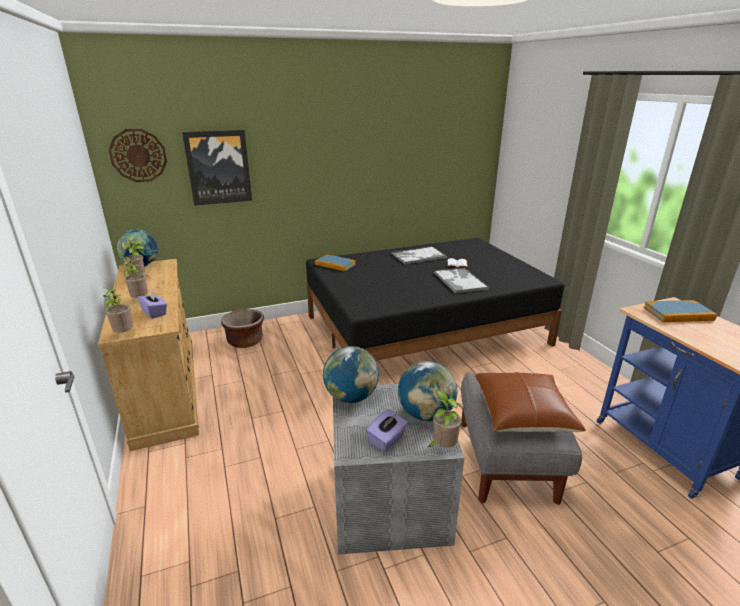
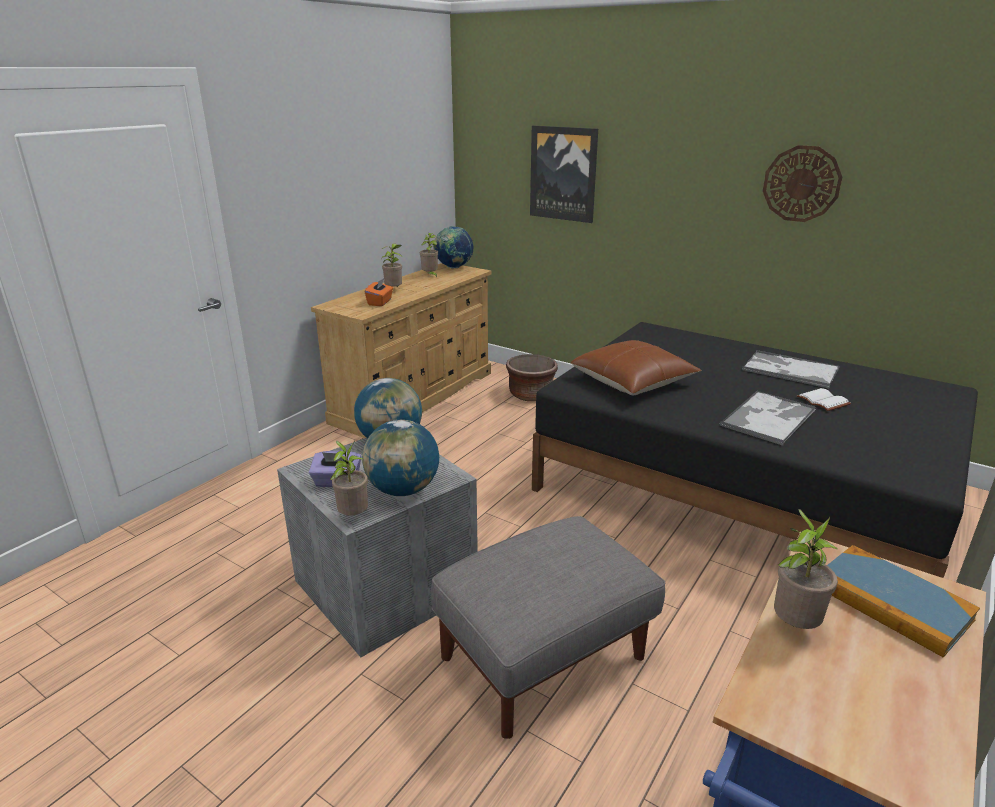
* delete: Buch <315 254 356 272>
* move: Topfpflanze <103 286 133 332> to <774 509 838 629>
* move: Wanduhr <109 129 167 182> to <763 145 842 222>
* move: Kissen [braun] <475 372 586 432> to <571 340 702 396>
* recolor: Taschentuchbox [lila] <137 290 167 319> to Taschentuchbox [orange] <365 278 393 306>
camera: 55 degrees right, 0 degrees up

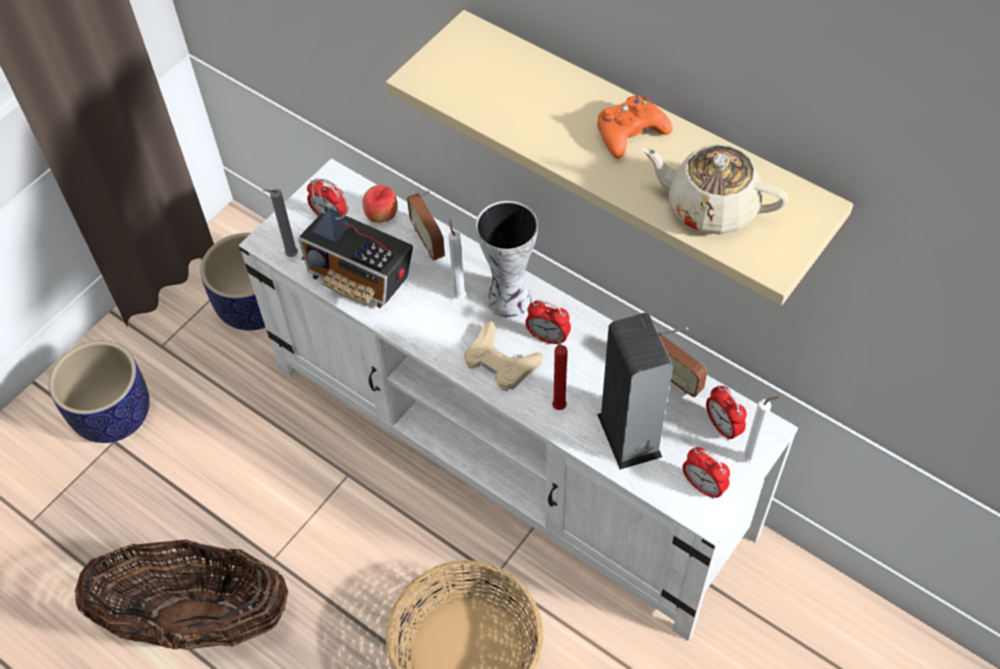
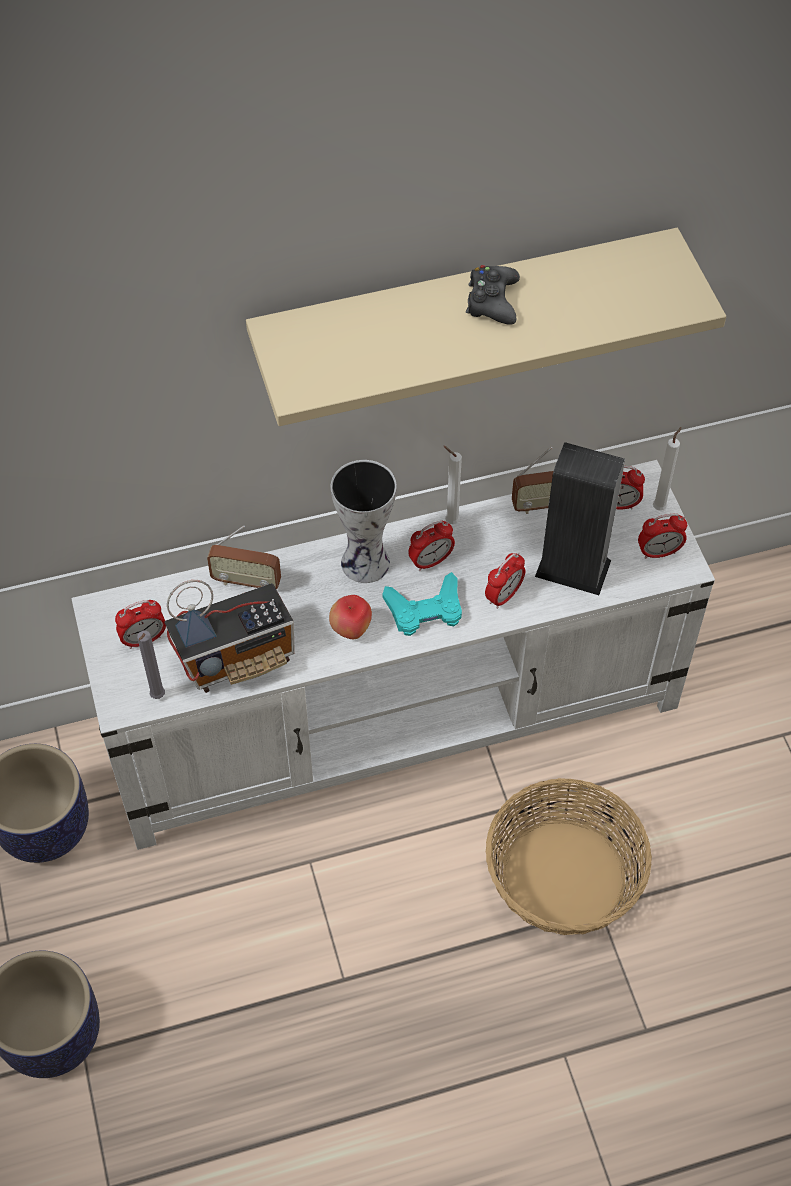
* delete: Korb <75 539 288 650>
* delete: Teekanne [beige] <642 144 788 234>
* move: Apfel <362 185 397 223> to <329 595 372 639>
* move: Kerze [weiß] <448 219 466 299> to <444 446 462 524>
* replace: Kerze [rot] <552 332 567 410> to Wecker <485 553 525 609>
* recolor: Gamepad [beige] <464 321 542 391> to Gamepad [türkis] <383 572 462 636>
* recolor: Gamepad [orange] <597 95 672 159> to Gamepad [schwarz] <466 265 520 325>
camera: 55 degrees left, 0 degrees up

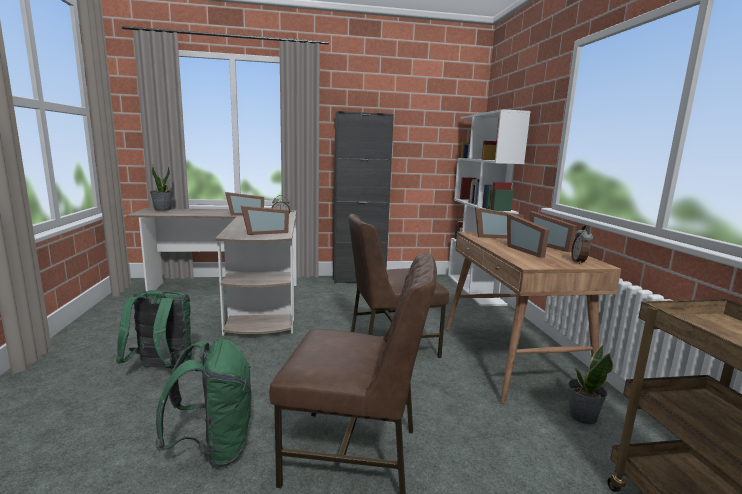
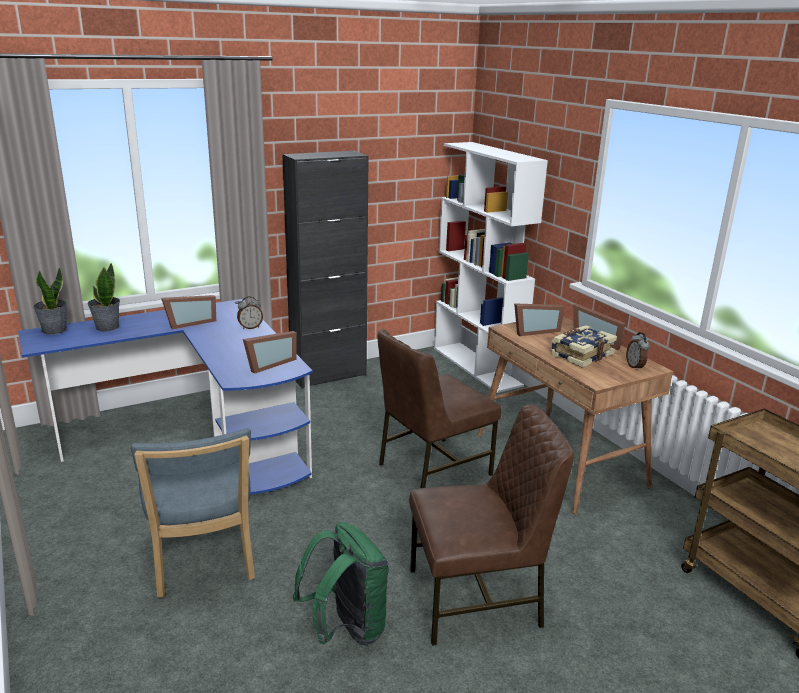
* move: Topfpflanze <568 345 613 424> to <87 263 120 331>
* replace: Rucksack [grün] <116 290 192 368> to Stuhl [blau] <131 428 255 597>
* replace: Bilderrahmen <507 213 550 258> to Buch <550 325 617 368>
* recolor: Schreibtisch [braun] <126 208 297 336> to Schreibtisch [blau] <18 299 313 494>
camera: 20 degrees left, 10 degrees up

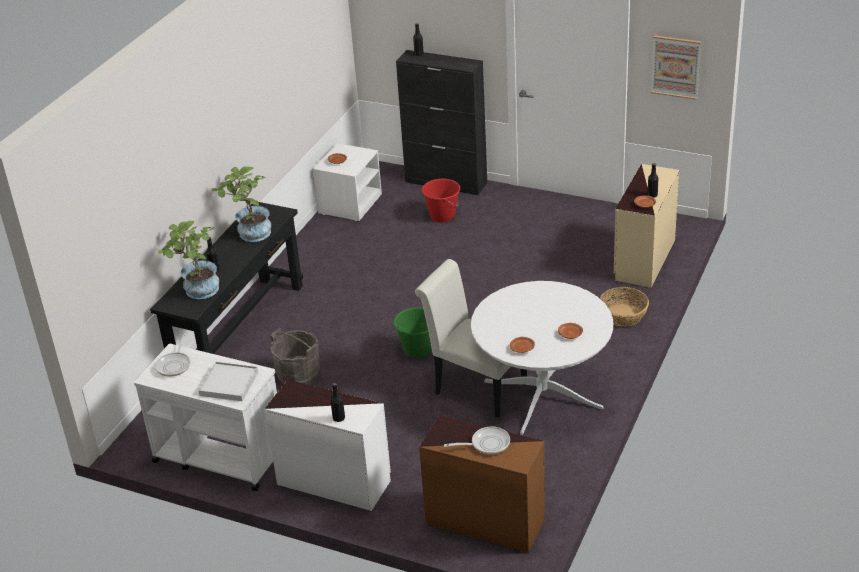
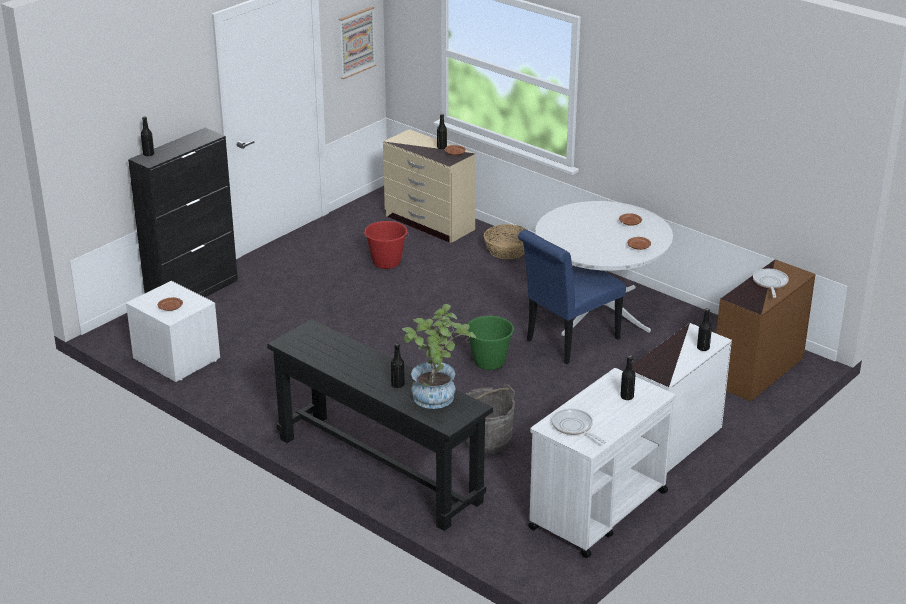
* delete: Topfpflanze <211 166 271 242>
* move: Eimer [rot] <422 179 460 222> to <364 221 409 269>
* replace: Tablett [weiß] <198 362 258 401> to Flasche [schwarz] <620 355 635 400>
* recolor: Stuhl [weiß] <415 259 527 418> to Stuhl [blau] <518 230 626 364>
* rotate: Pfanne <155 333 190 377> = <552 408 606 444> 150 degrees counterclockwise
camera: 75 degrees left, 5 degrees down

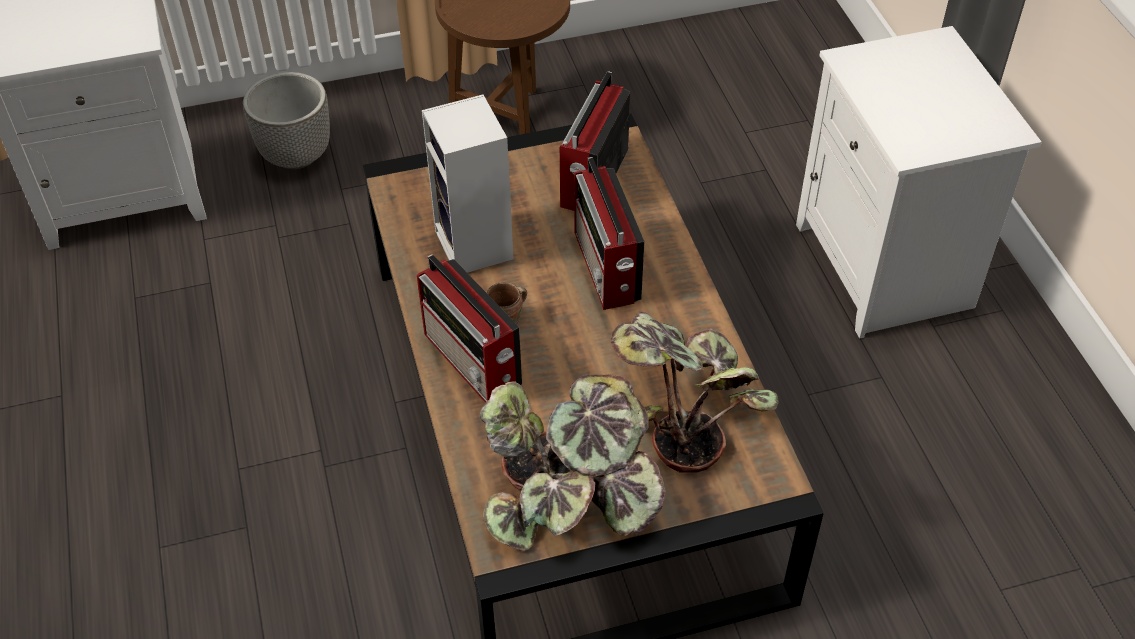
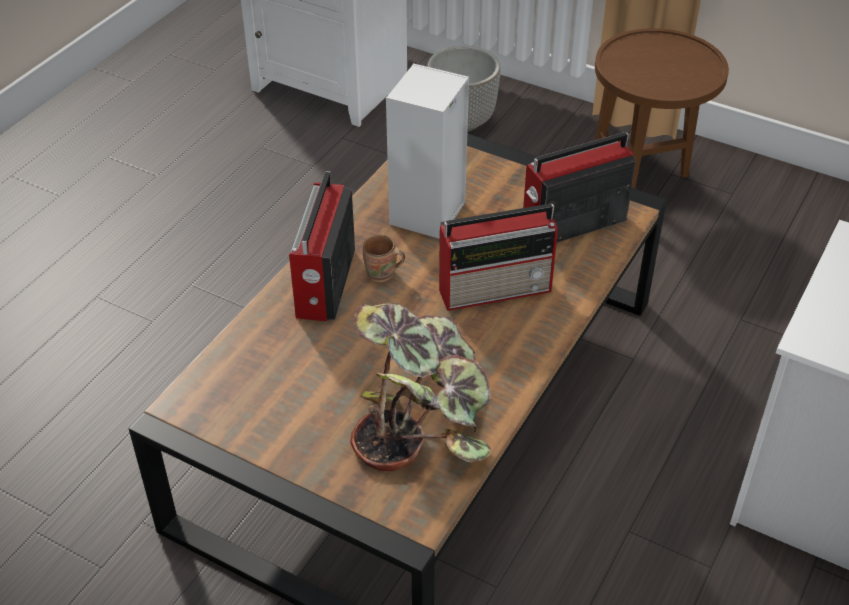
* delete: Topfpflanze <480 374 666 551>
* rotate: Radio <574 157 644 310> = <439 203 558 311> 135 degrees counterclockwise
camera: 45 degrees right, 5 degrees down

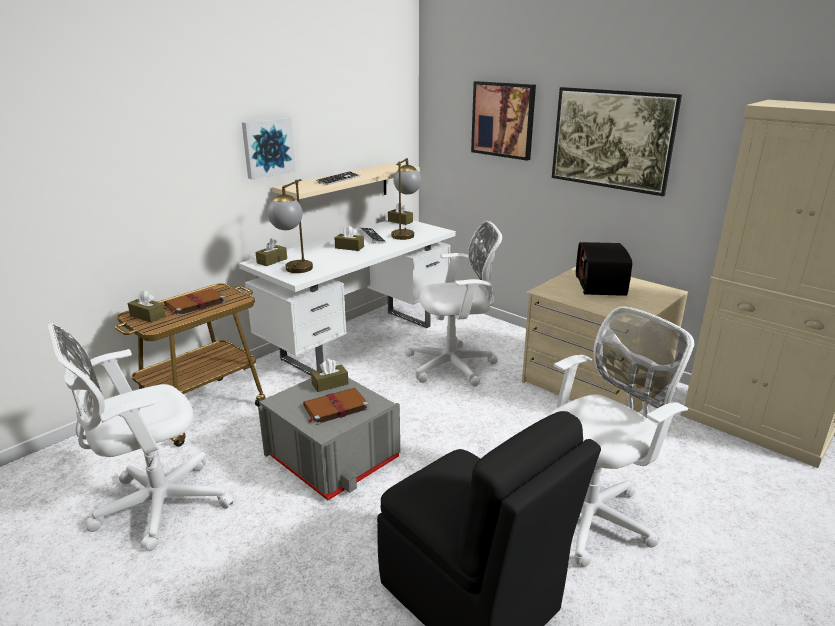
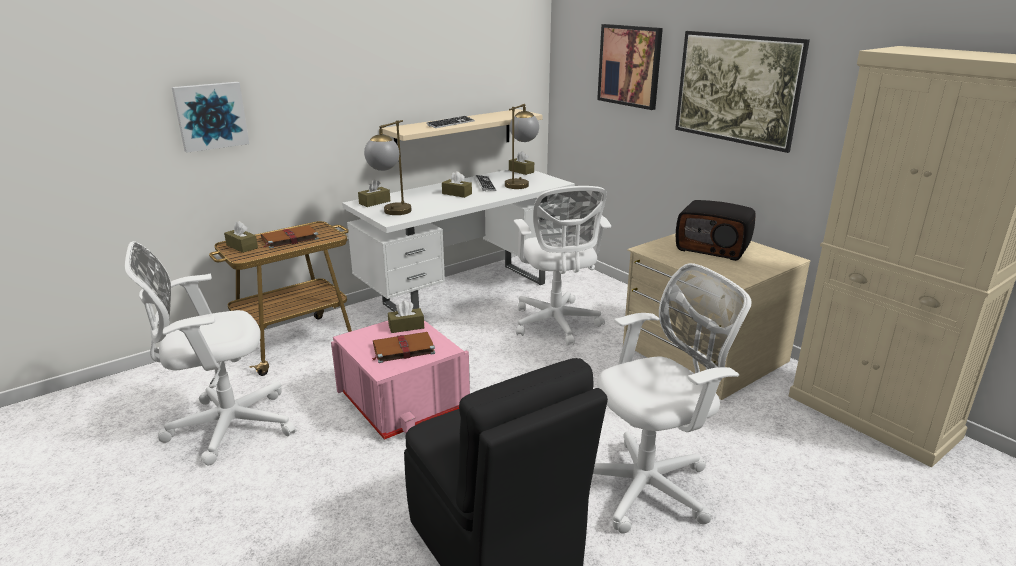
* move: Bild <242 117 296 179> to <172 82 249 153>
* recolor: Aufbewahrungsbox [grau] <258 378 400 500> to Aufbewahrungsbox [rosa] <331 320 470 440>
* rotate: Bürostuhl [weiß] <405 221 502 386> = <514 186 611 346> 75 degrees clockwise
* rotate: Radio <576 242 632 296> = <676 200 755 261> 75 degrees counterclockwise
camera: 10 degrees right, 0 degrees up

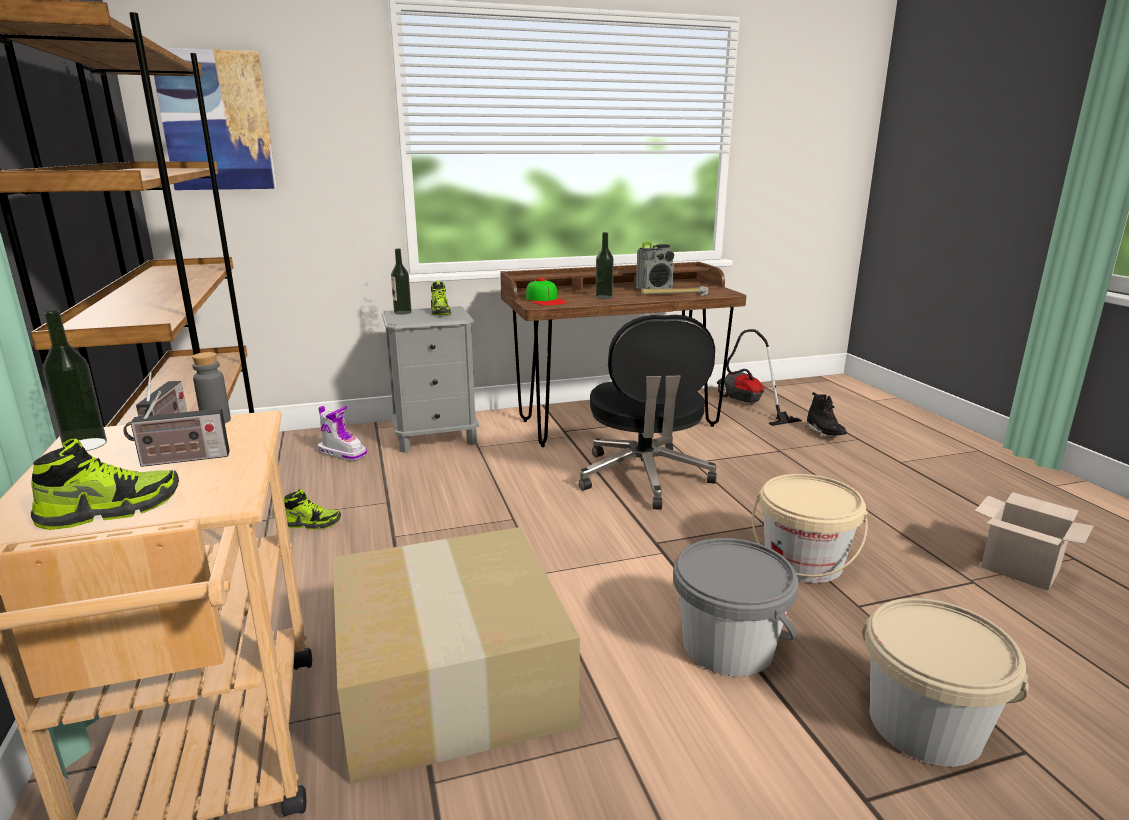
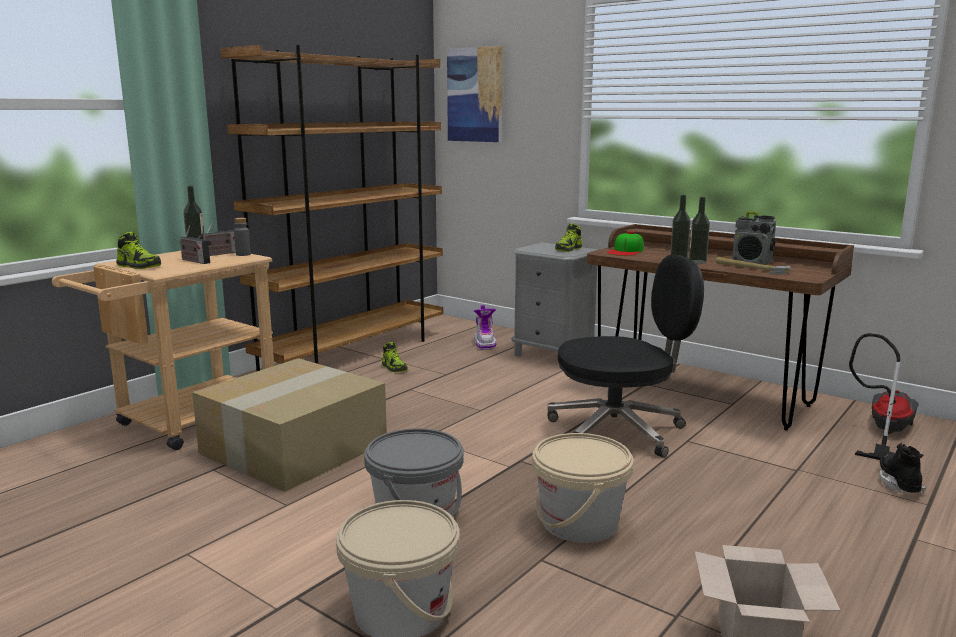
* move: Flasche <391 249 412 315> to <689 197 710 264>
* rotate: Bürostuhl [schwarz] <579 315 717 510> = <547 254 704 458> 150 degrees counterclockwise
* rotate: Stiefel [schwarz] <806 392 847 437> = <879 442 926 494> 150 degrees clockwise
camera: 55 degrees right, 5 degrees down

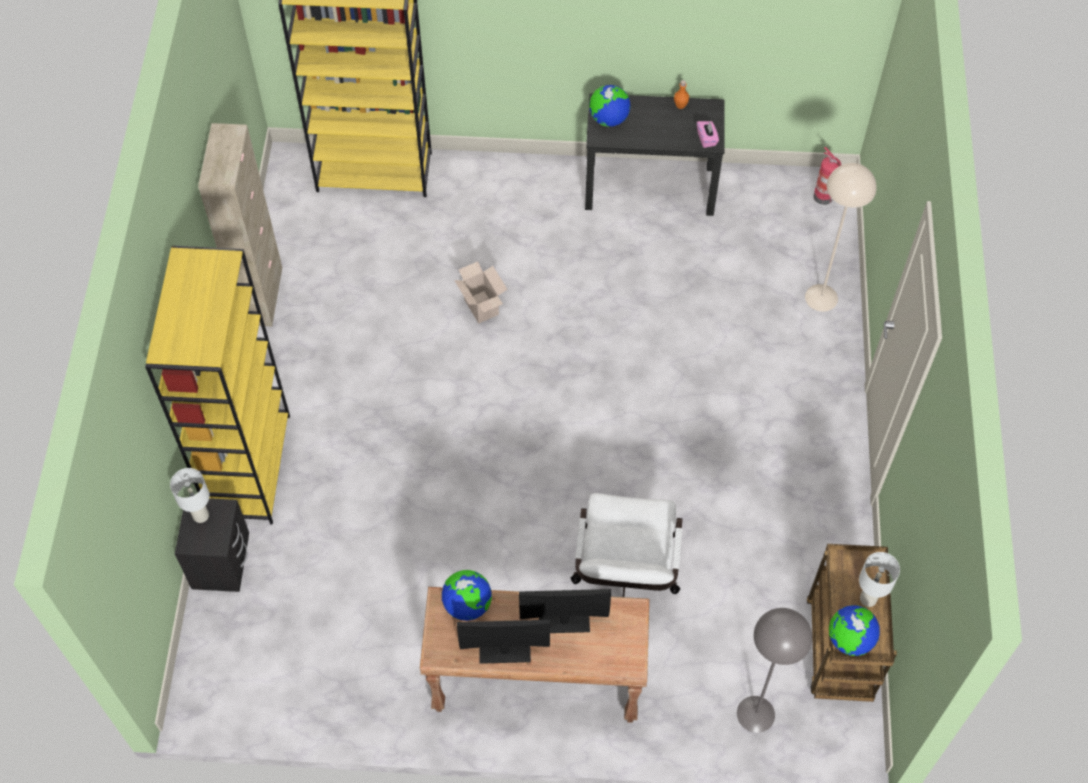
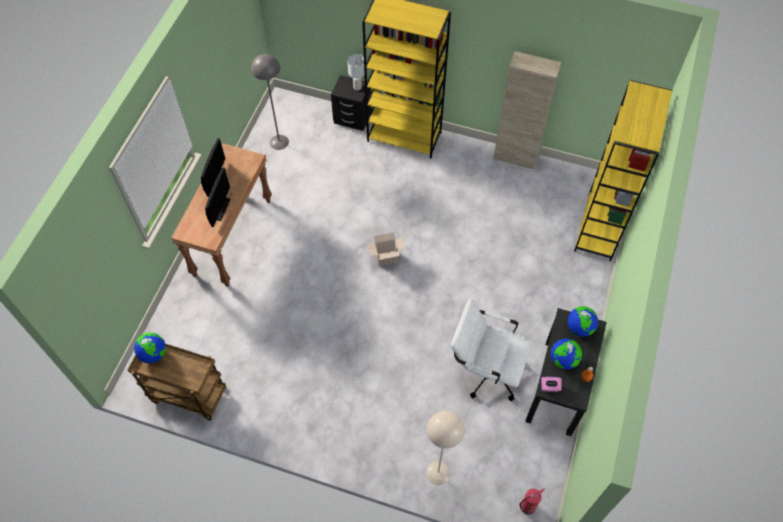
* delete: Tischlampe [weiß] <859 552 900 607>
* move: Globus <442 570 492 621> to <551 339 582 369>
* move: Karton <454 262 507 323> to <368 232 405 267>
* move: Bürostuhl [weiß] <571 493 682 597> to <451 299 533 401>
* move: Stehlampe [grau] <737 608 812 733> to <251 54 289 150>
camera: 105 degrees right, 0 degrees up

